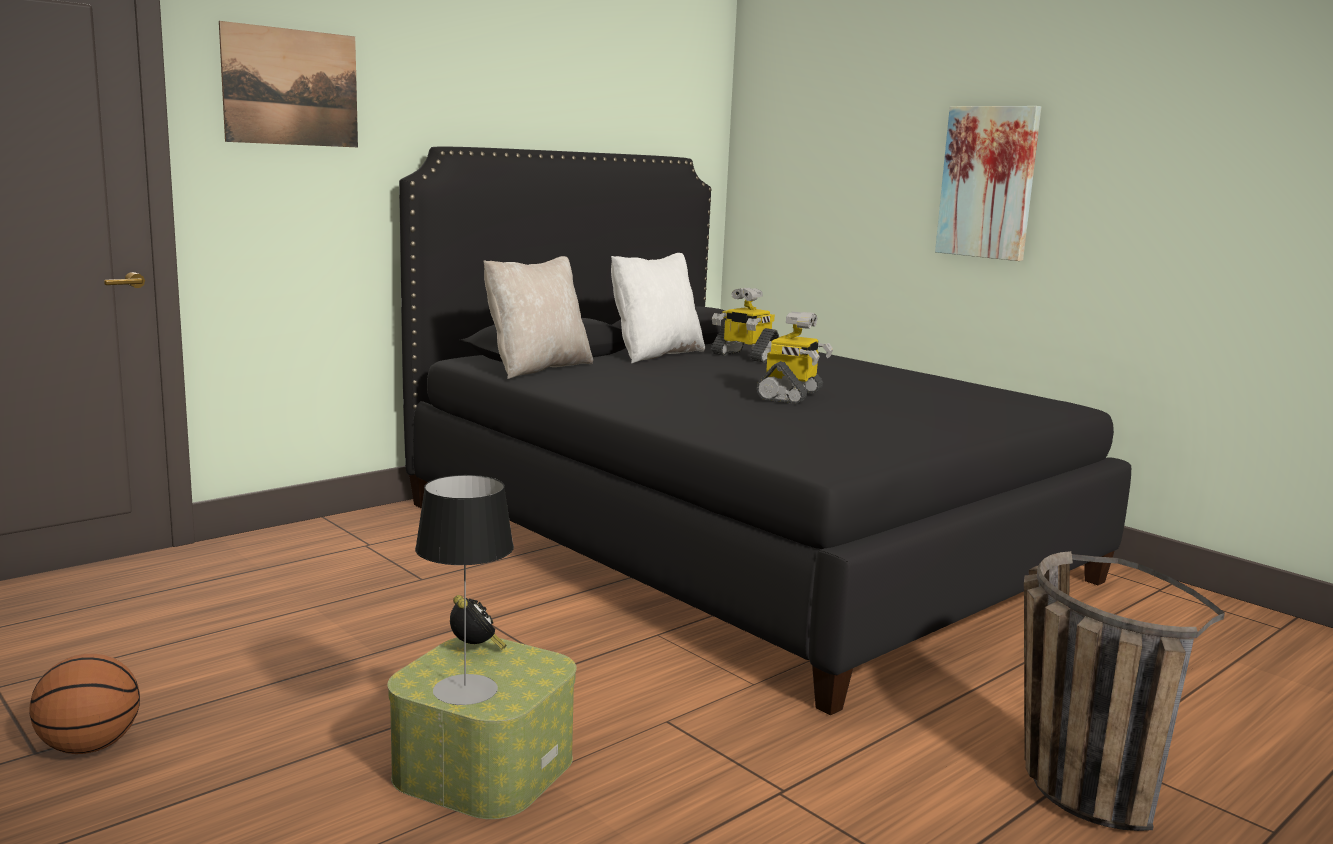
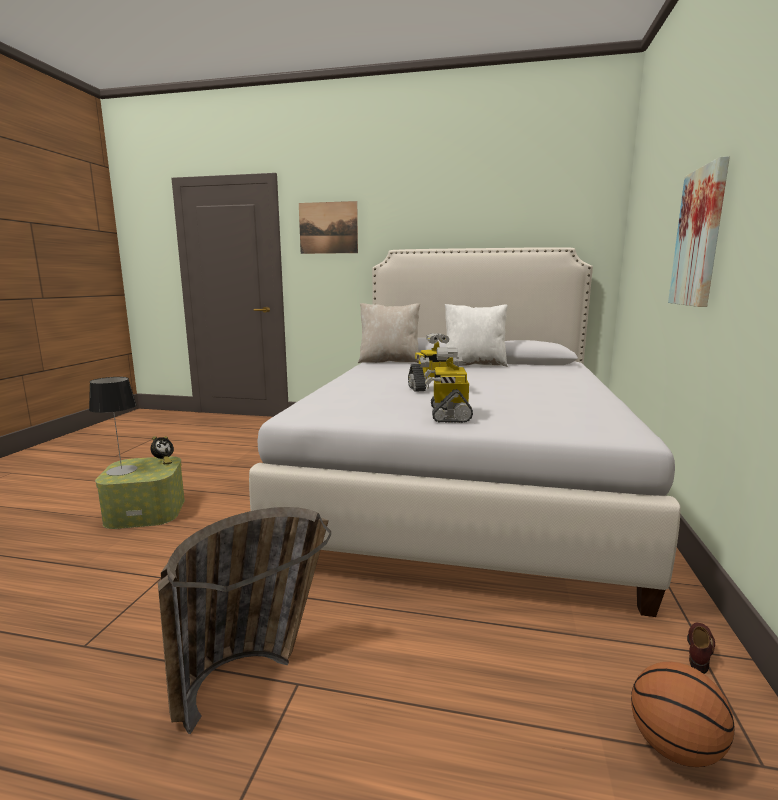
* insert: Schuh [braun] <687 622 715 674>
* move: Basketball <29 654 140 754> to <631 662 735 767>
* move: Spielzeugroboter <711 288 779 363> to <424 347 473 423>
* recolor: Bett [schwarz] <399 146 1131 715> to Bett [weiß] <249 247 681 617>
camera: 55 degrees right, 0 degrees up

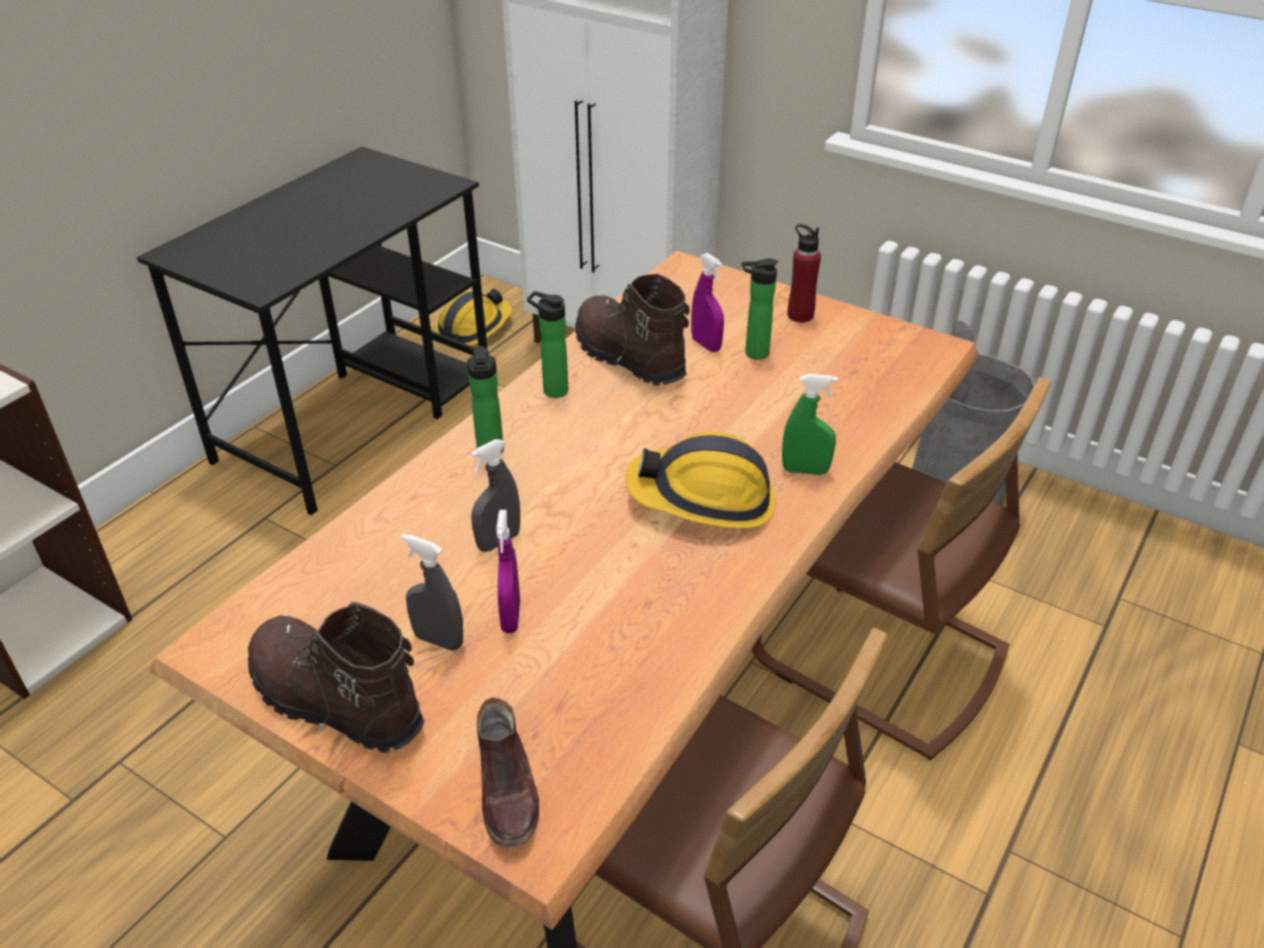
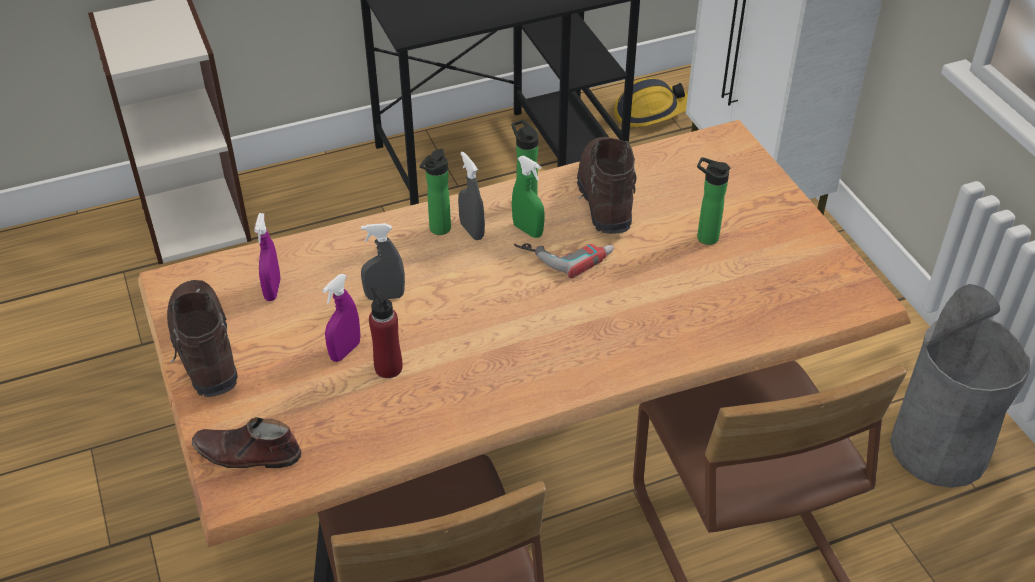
* delete: Schutzhelm <626 432 776 529>
* insert: Bohrmaschine <514 243 614 278>
* move: Sprühflasche [grau] <401 534 463 651> to <458 152 485 240>
* move: Sprühflasche [lila] <691 253 724 352> to <254 213 281 301>
* move: Sprühflasche [grün] <782 374 838 475> to <512 156 544 238>
* move: Flasche [rot] <788 224 821 322> to <369 287 402 378>
* rotate: Schuh [braun] <477 697 539 847> = <192 417 302 468> 75 degrees clockwise
camera: 35 degrees right, 5 degrees up

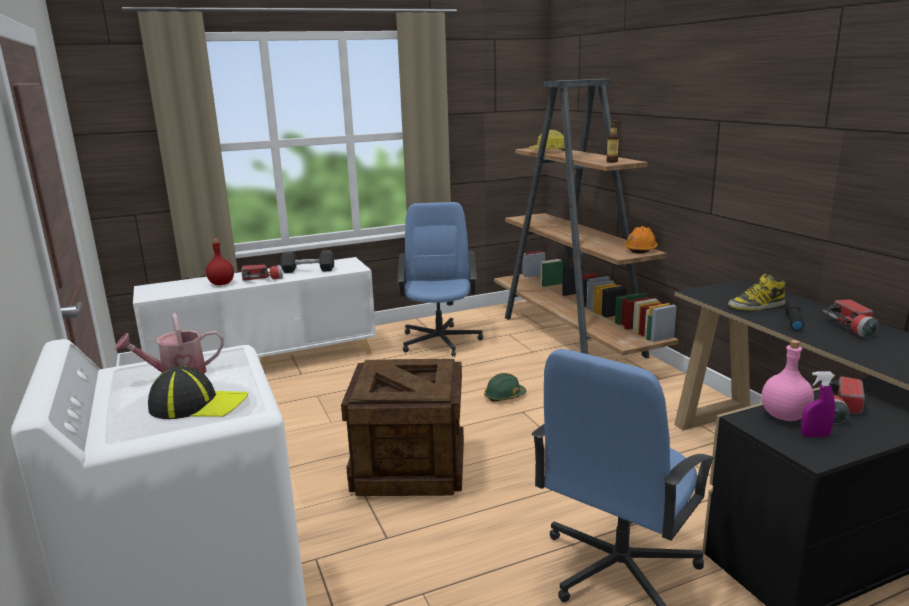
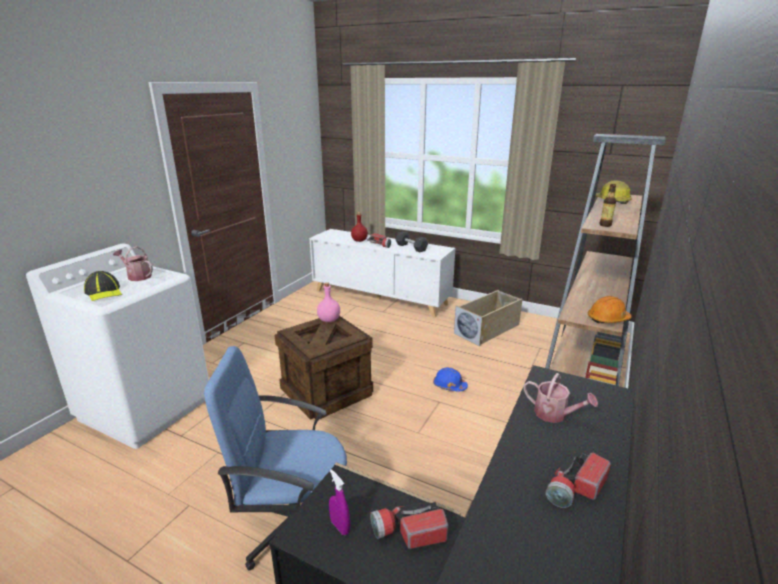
* delete: Taschenlampe [schwarz] <785 300 804 331>
* move: Flasche [rosa] <762 340 814 421> to <317 282 340 322>
* replace: Bürostuhl [blau] <397 202 483 357> to Aufbewahrungsbox [beige] <454 290 522 346>
* replace: Stiefel <728 274 785 310> to Gießkanne <523 373 598 423>
* recolor: Schutzhelm [grün] <484 373 526 402> to Schutzhelm [blau] <433 367 468 391>
camera: 50 degrees right, 5 degrees up

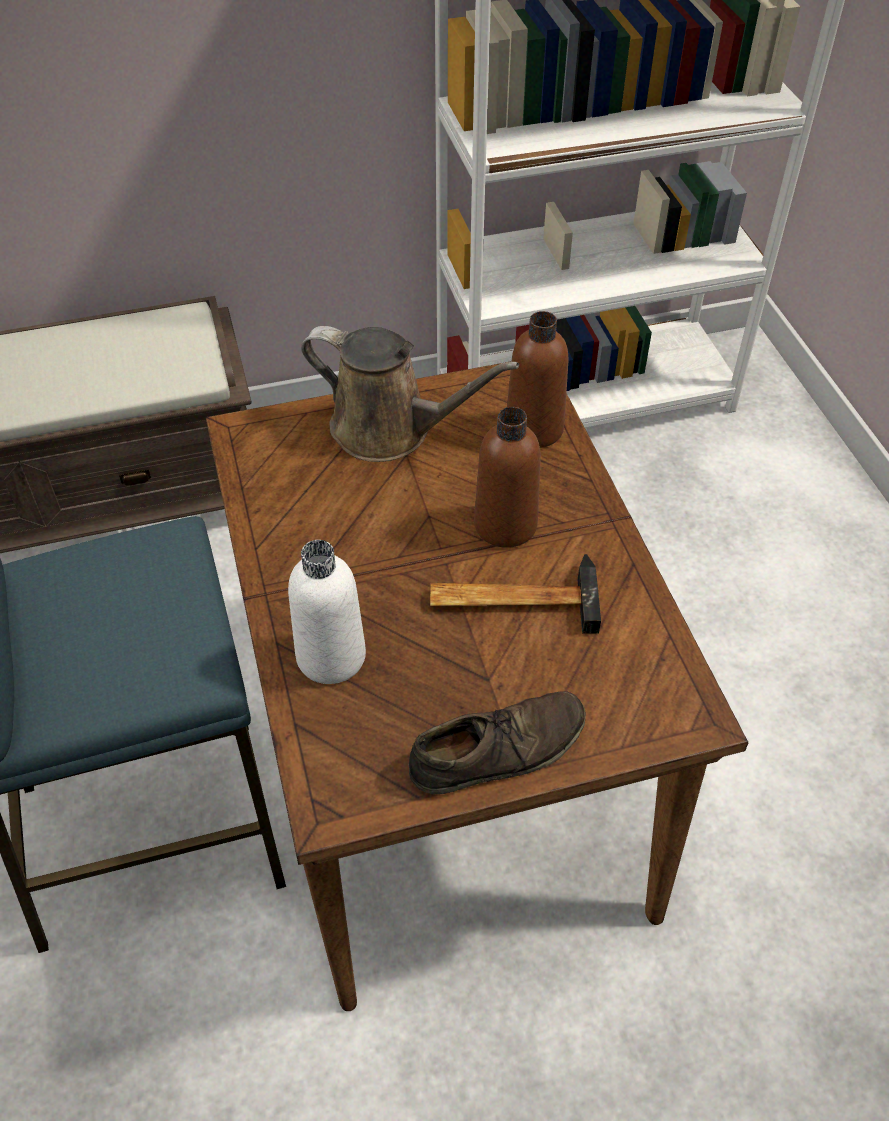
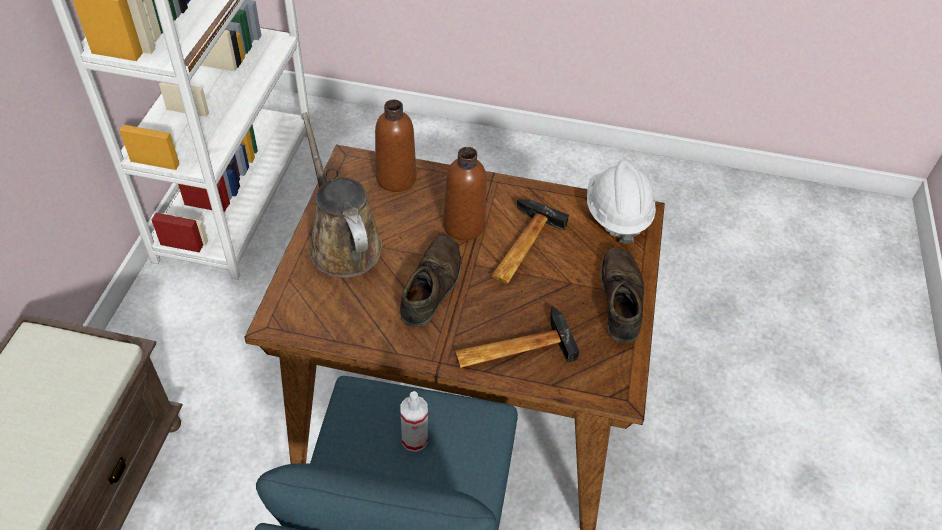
* insert: Schuh [braun] <400 235 462 327>
* insert: Sprühflasche <400 391 428 452>
* insert: Schutzhelm [weiß] <587 160 656 244>
* replace: Flasche [weiß] <288 540 366 684> to Hammer <455 306 580 368>
* rotate: Gießkanne [braun] <301 326 519 462> = <302 112 383 278> 75 degrees counterclockwise
camera: 65 degrees left, 0 degrees up

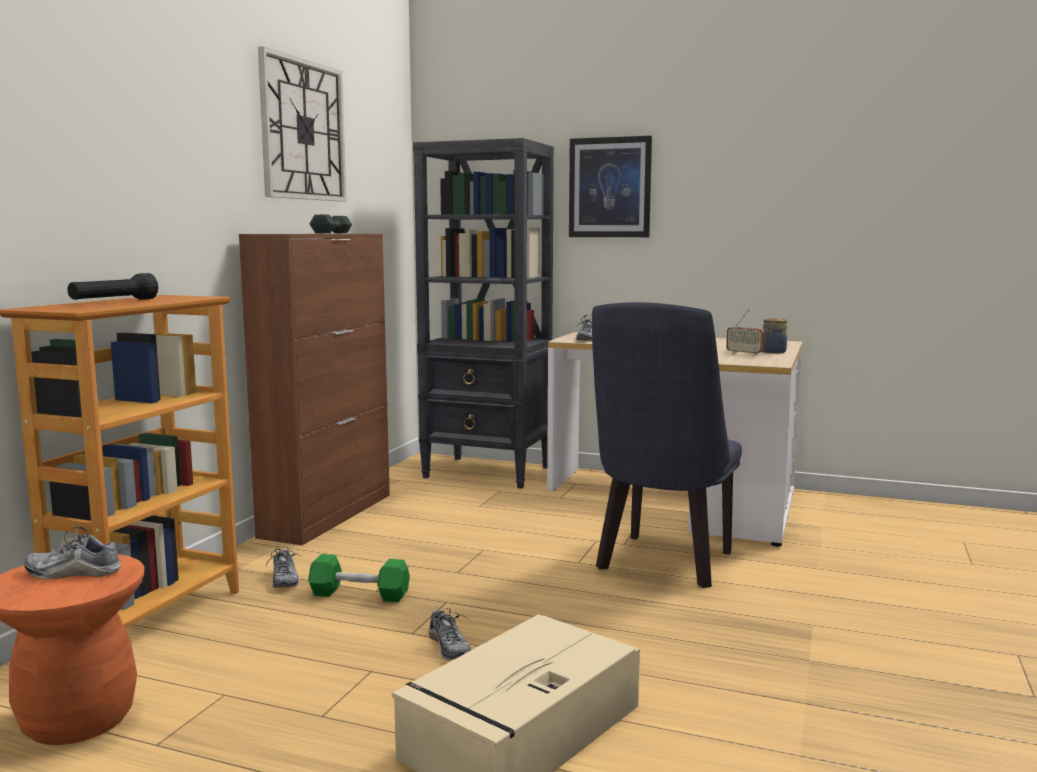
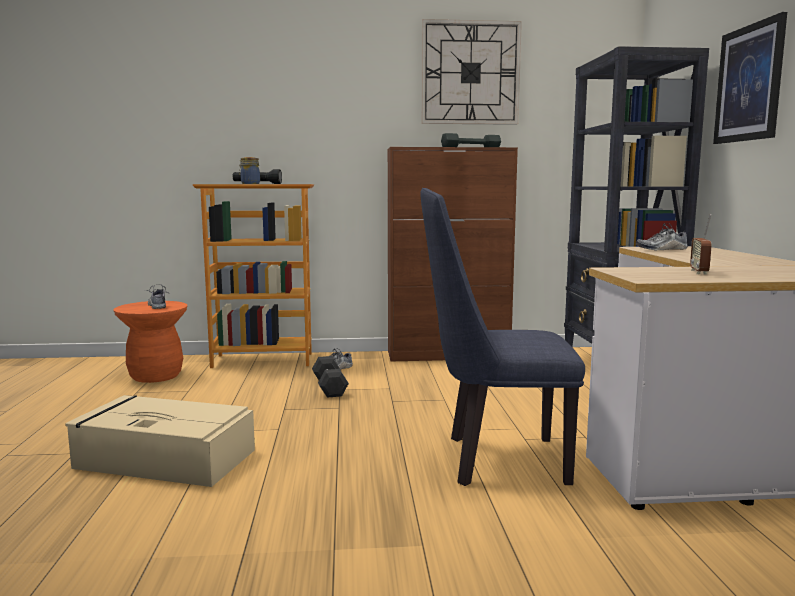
* delete: Schuh <428 608 471 660>
* move: Vorratsglas <763 318 787 353> to <239 157 260 184>
* recolor: Hantel [grün] <308 554 410 602> to Hantel [schwarz] <312 356 349 398>
camera: 65 degrees right, 0 degrees up

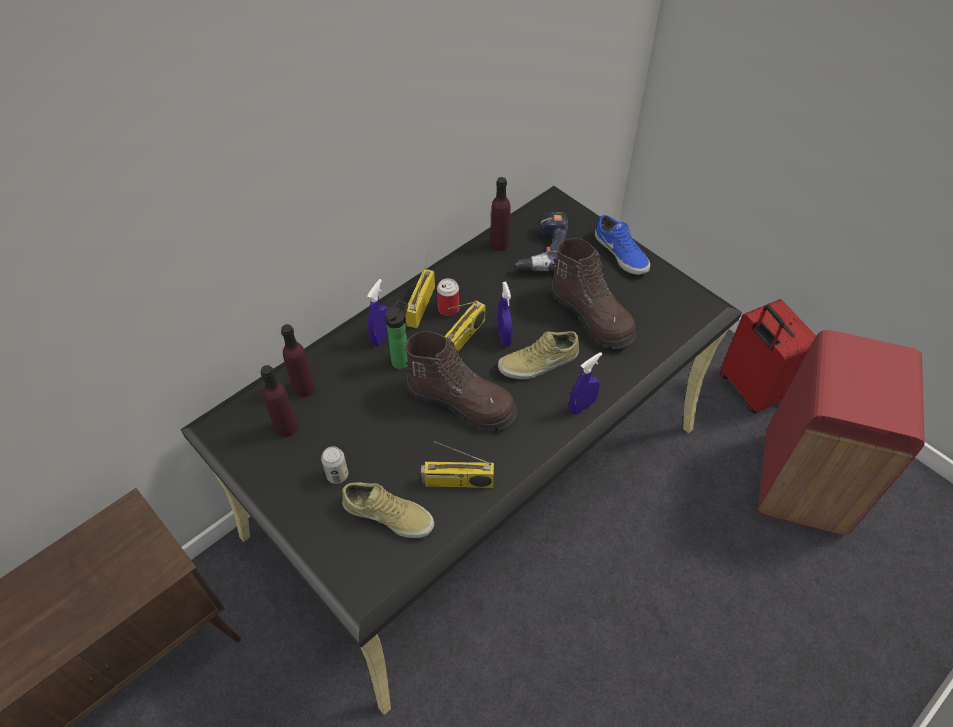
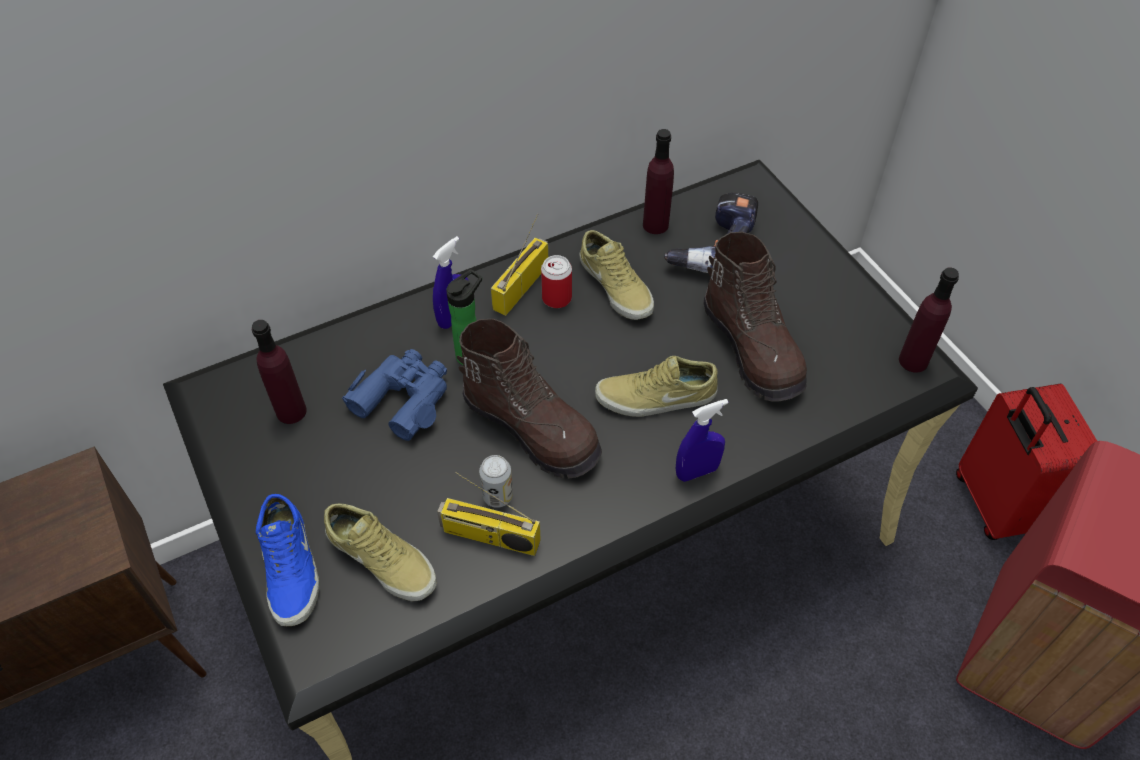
* delete: Radio <444 301 485 353>
* delete: Sprühflasche [blau] <498 282 513 346>
* insert: Fernglas [blau] <342 349 447 441>
* insert: Schuh [beige] <580 230 654 320>
* move: Flasche [lila] <281 324 315 398> to <899 267 959 373>
* move: Dose <321 446 348 484> to <479 455 513 508>
* move: Schuh [blau] <595 215 650 275> to <256 494 319 626>
camera: 15 degrees right, 0 degrees up

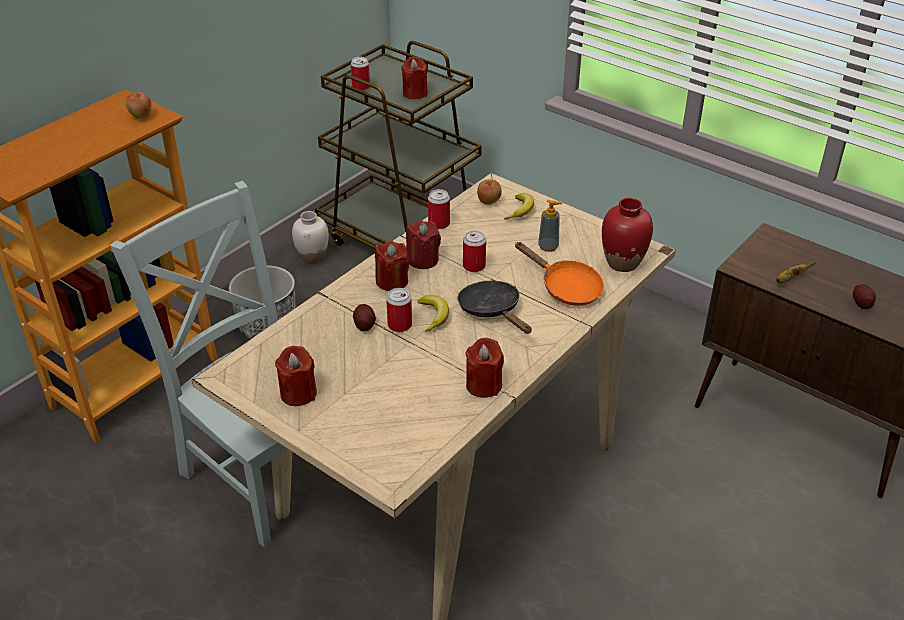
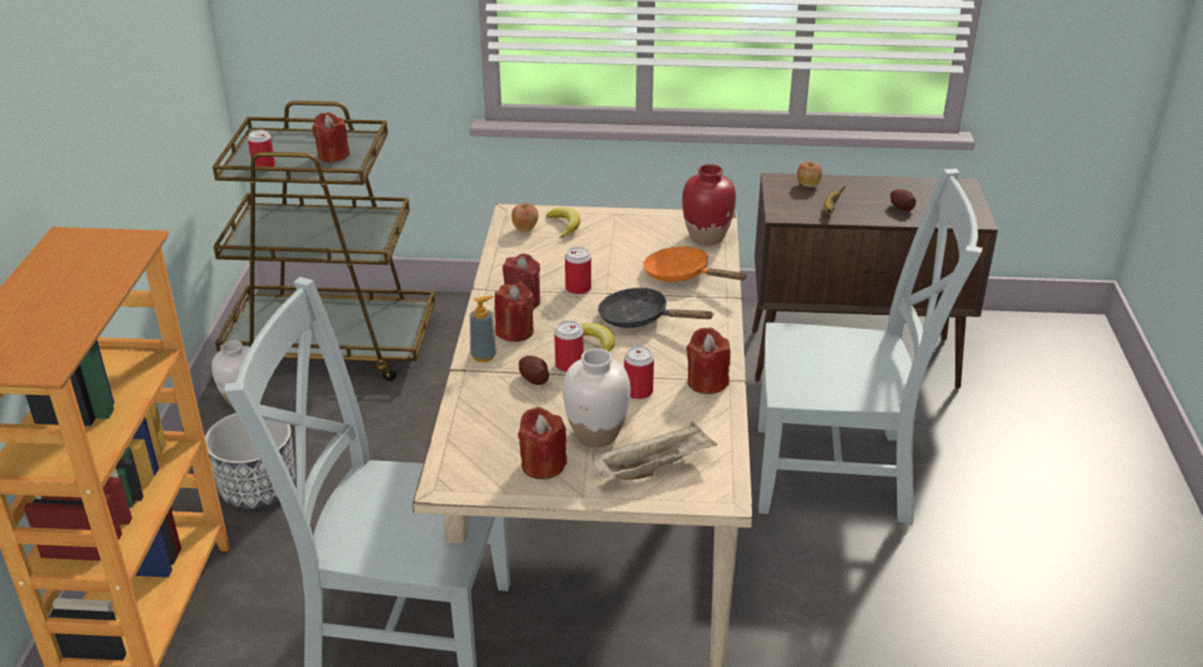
* insert: Vase [weiß] <563 348 631 447>
* insert: Tablett [beige] <592 422 717 480>
* insert: Stuhl [grau] <758 169 983 525>
* move: Apfel <126 92 151 120> to <797 161 822 187>
* move: Dose <428 189 450 229> to <624 346 654 399>
* move: Seifenspender <538 200 563 252> to <470 296 497 362>
* rotate: Pfanne [orange] <515 242 604 306> = <643 247 748 282> 150 degrees counterclockwise
camera: 35 degrees left, 5 degrees down

